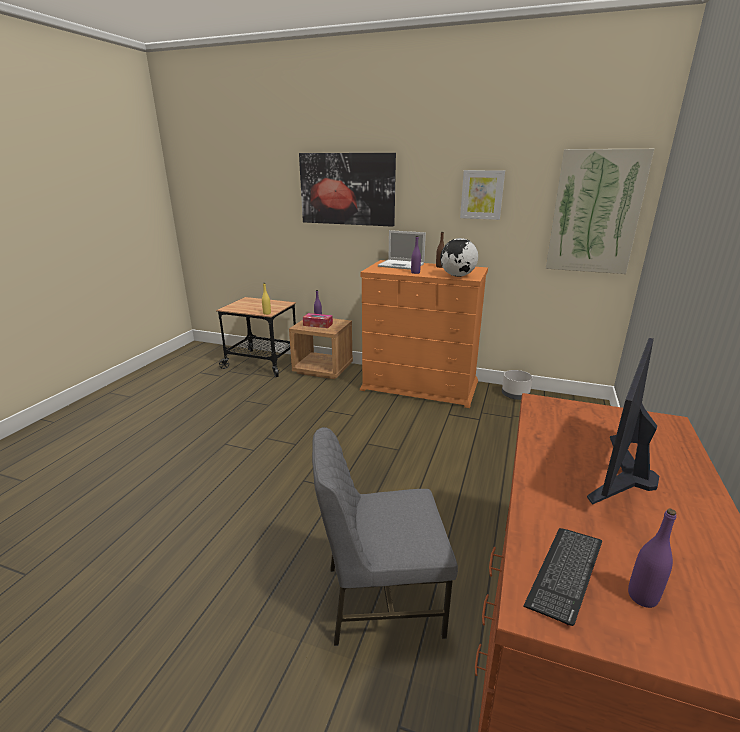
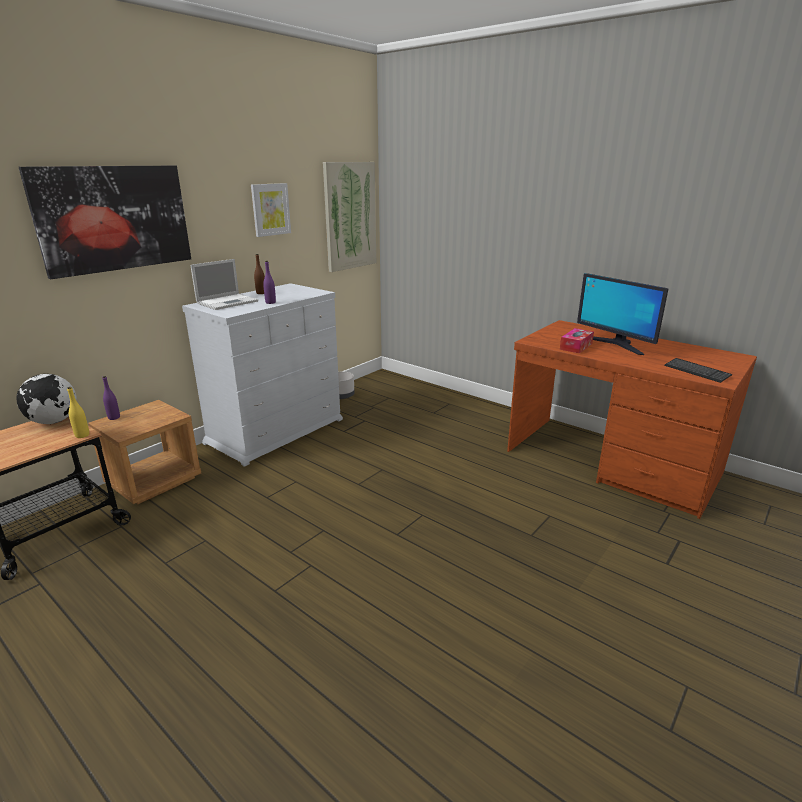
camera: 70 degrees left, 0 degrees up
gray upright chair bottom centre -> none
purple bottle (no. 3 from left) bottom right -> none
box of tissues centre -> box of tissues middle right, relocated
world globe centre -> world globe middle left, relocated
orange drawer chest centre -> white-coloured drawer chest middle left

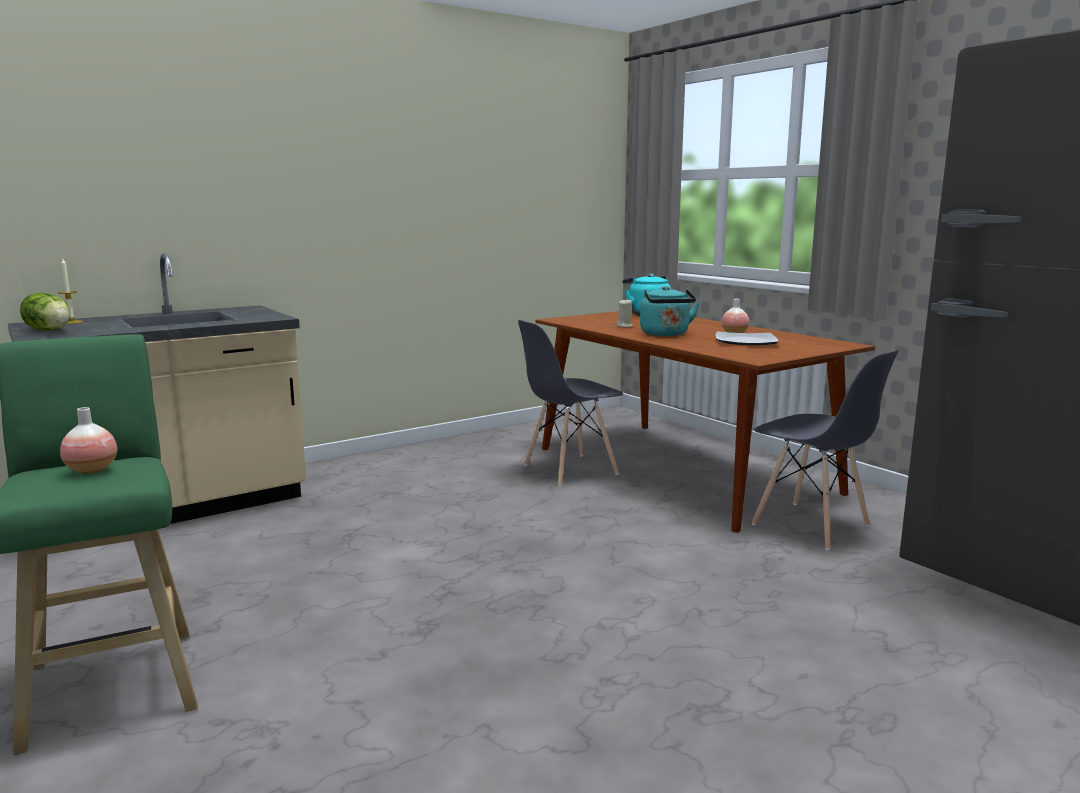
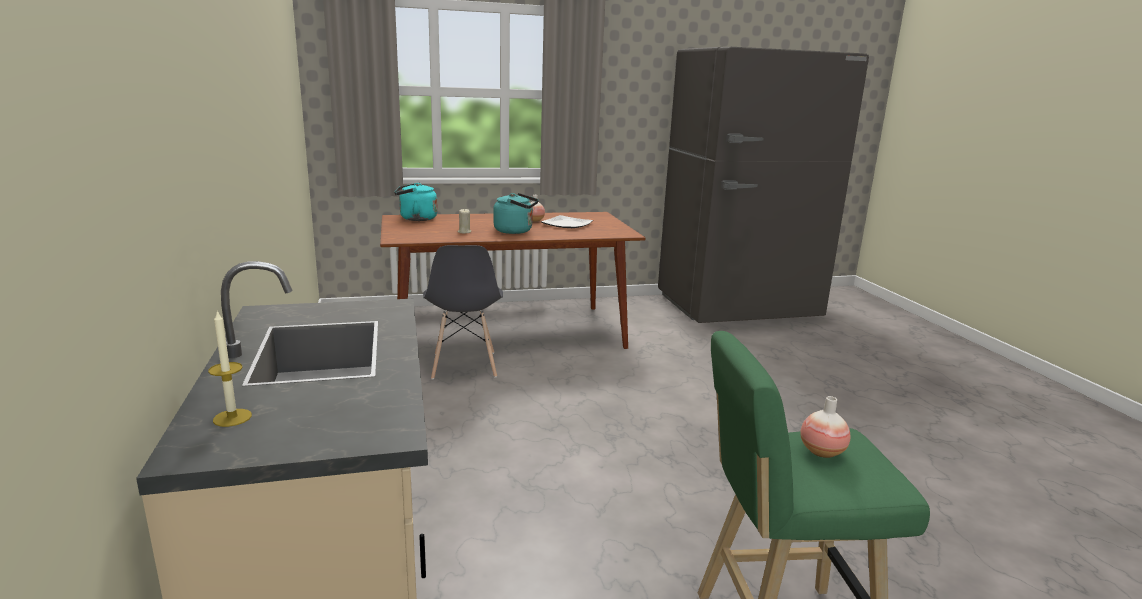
camera: 70 degrees left, 5 degrees up
head of lettuce middle left -> none
gray upright chair (no. 2 from left) middle right -> none

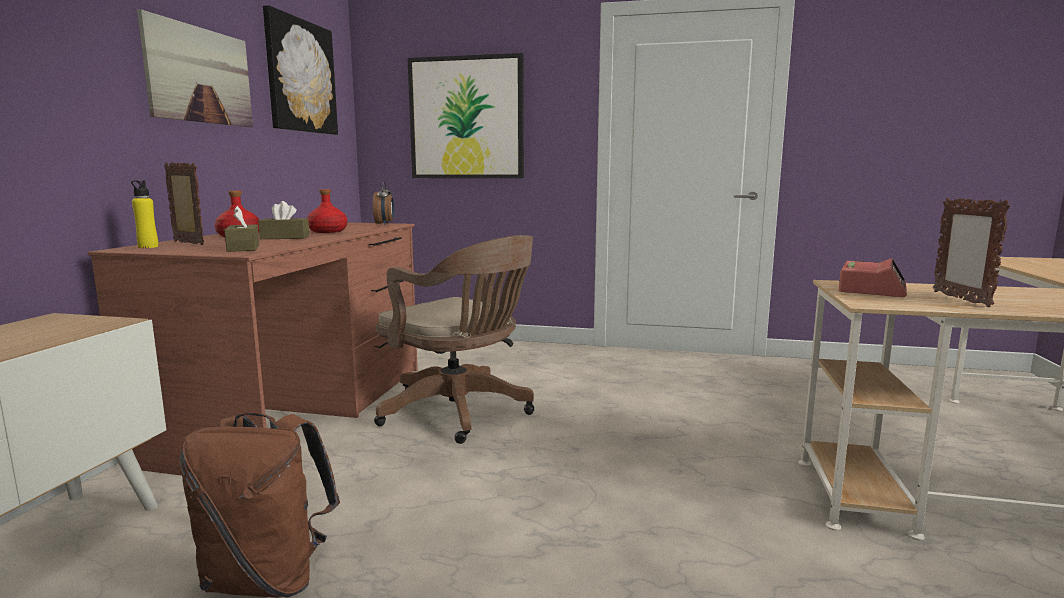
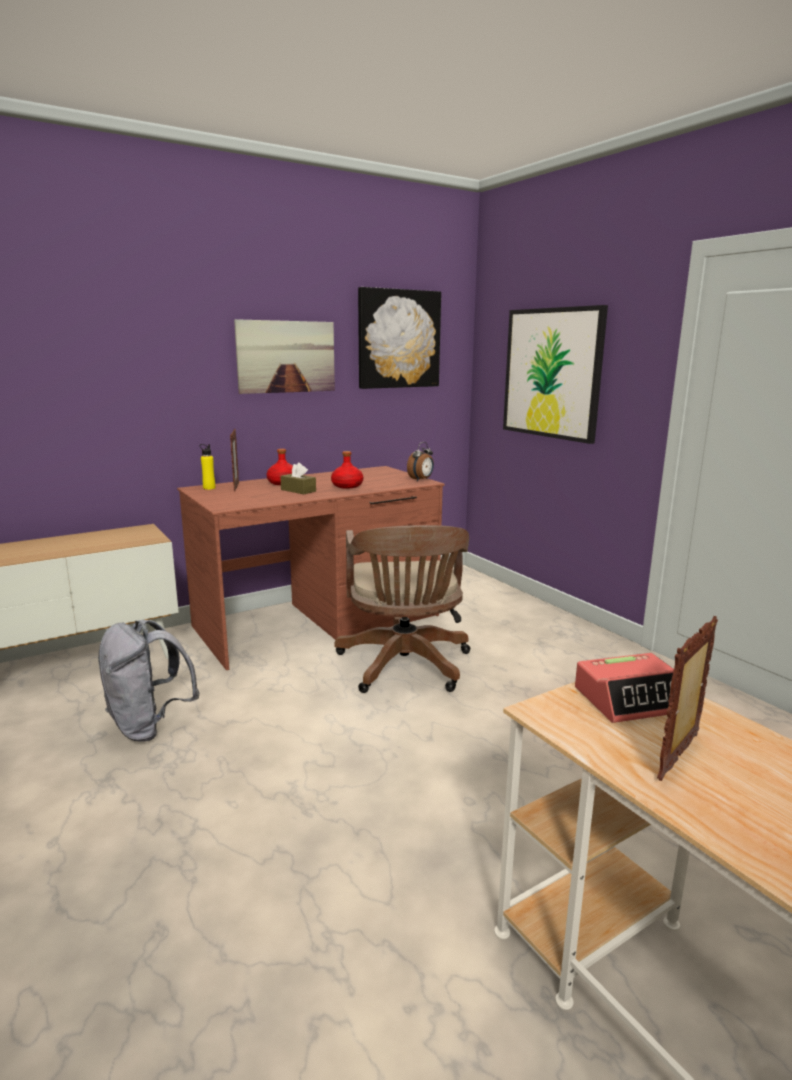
camera: 45 degrees right, 5 degrees up
brownish box of tissues (no. 1 from left) middle left -> none
brownish knapsack bottom left -> gray knapsack middle left

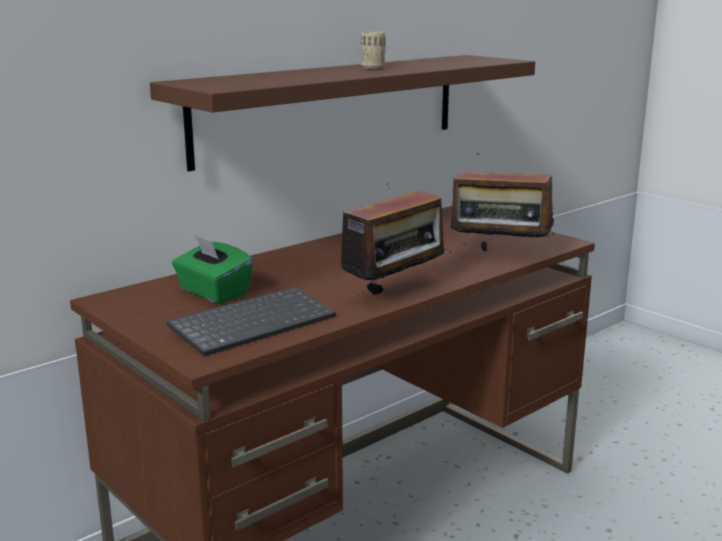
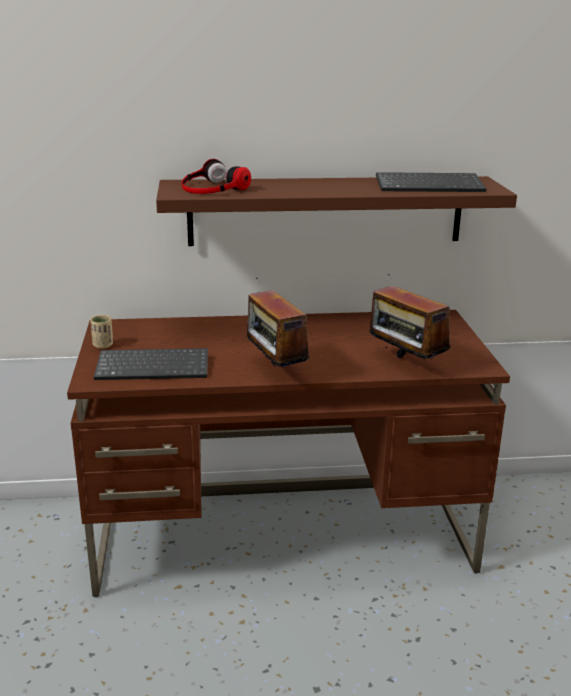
camera: 35 degrees right, 5 degrees up
green box of tissues middle left -> none
none -> pair of headphones top centre
none -> computer keyboard (no. 2 from left) top right
beige drinking cup top centre -> beige drinking cup middle left, relocated
radio receiver (no. 1 from left) centre, 75 degrees clockwise

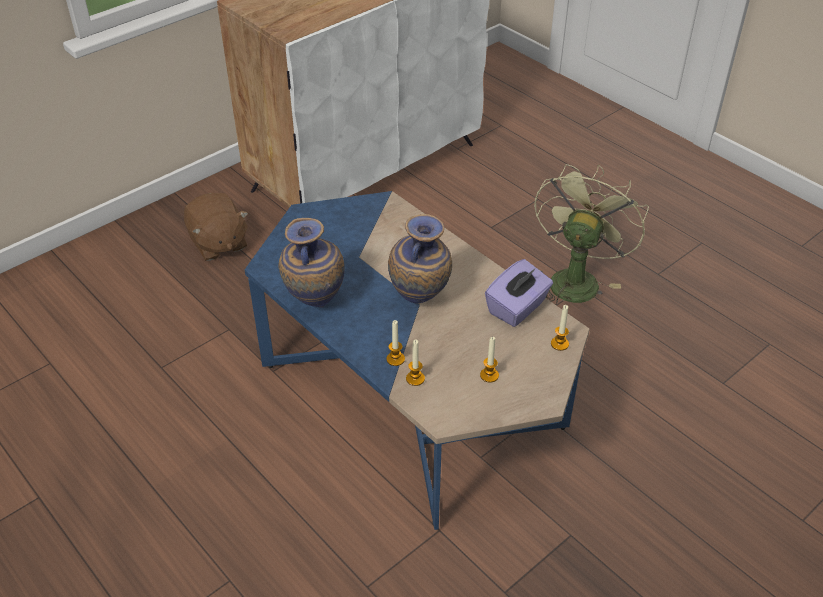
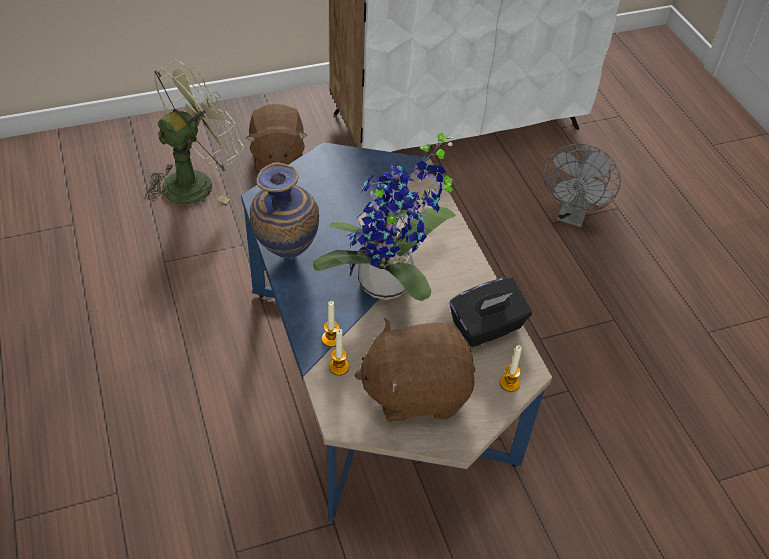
camera: 20 degrees right, 5 degrees up
none -> gray fan top right
green fan middle right -> green fan top left, relocated
vase (no. 2 from left) centre -> houseplant centre
wax light (no. 3 from left) centre -> brownish cuddly toy (no. 2 from left) centre
purple box of tissues centre -> black box of tissues centre

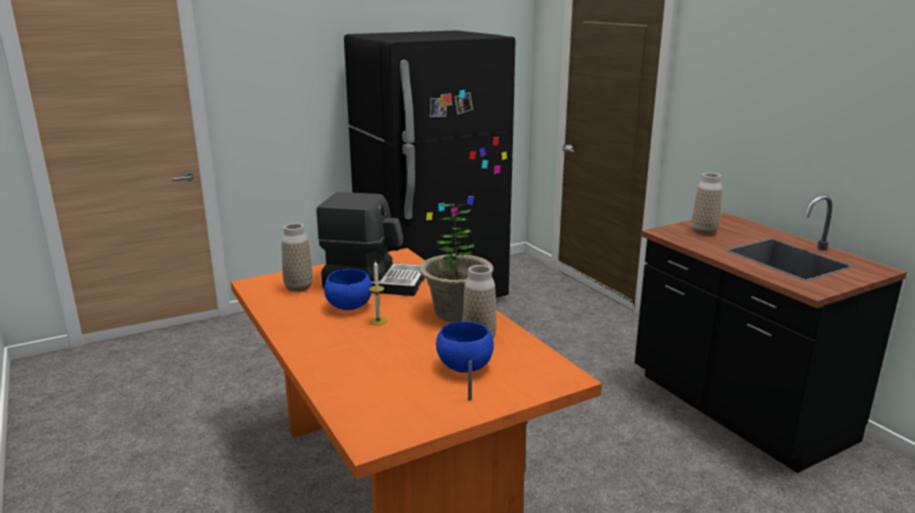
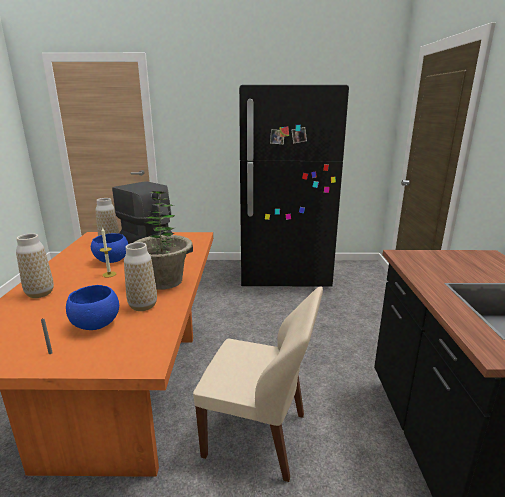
camera: 30 degrees right, 0 degrees up
none -> beige upright chair bottom centre
vase (no. 3 from left in the first image) middle right -> vase (no. 1 from left) middle left, relocated

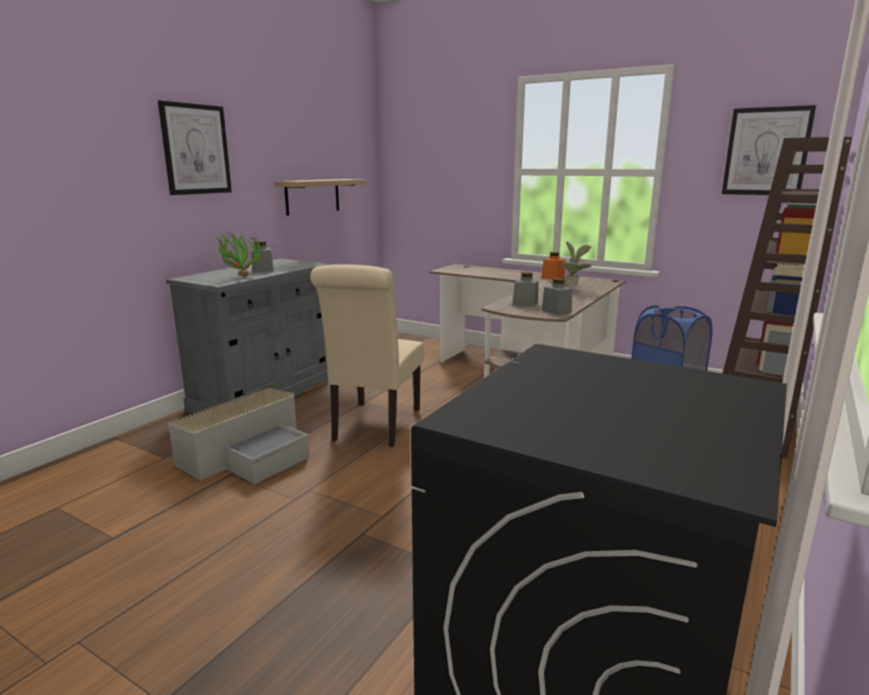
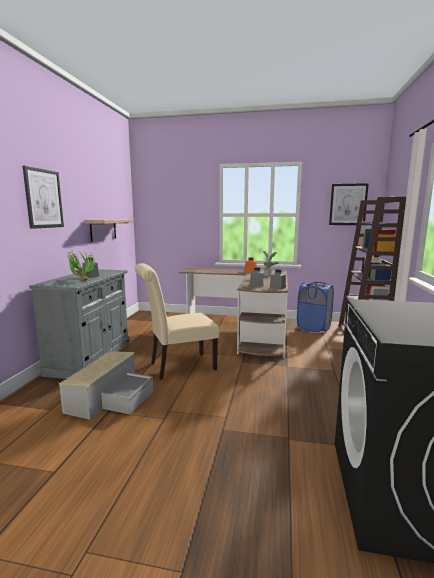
camera: 20 degrees left, 5 degrees down
beige upright chair centre, 75 degrees clockwise

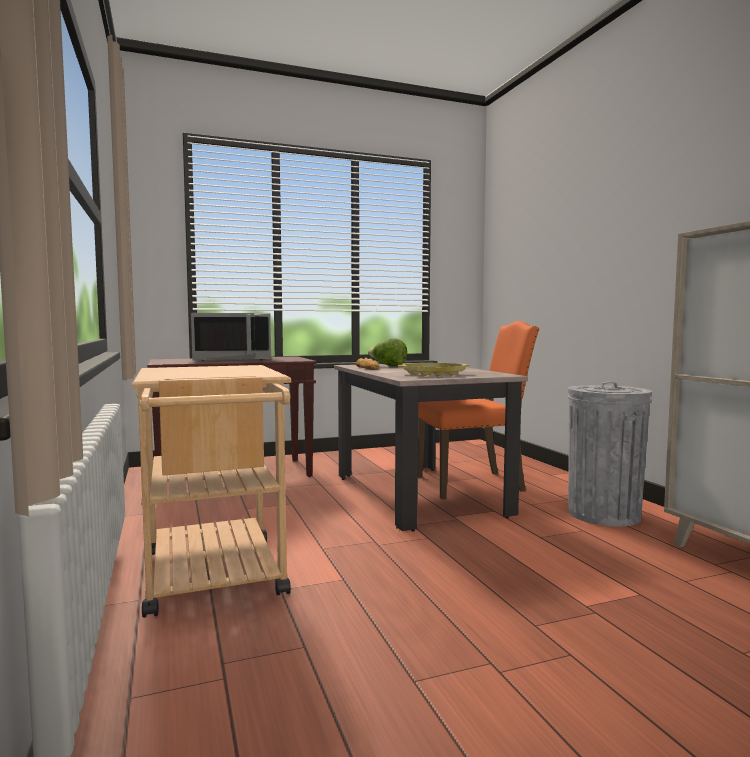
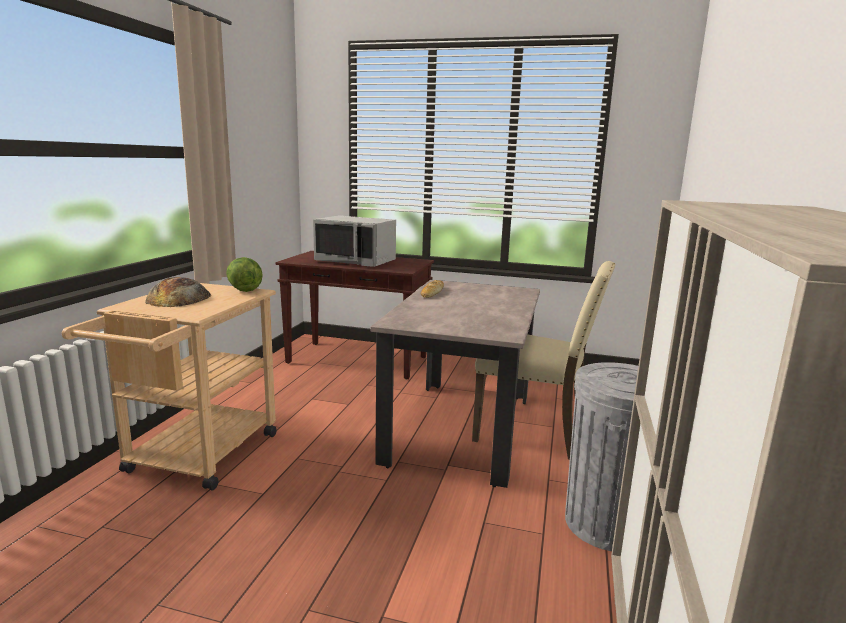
camera: 35 degrees right, 10 degrees up
yellowish carrying tray centre -> none
none -> bread (no. 1 from left) middle left
head of lettuce centre -> head of lettuce middle left, relocated
orange upright chair centre -> beige upright chair centre

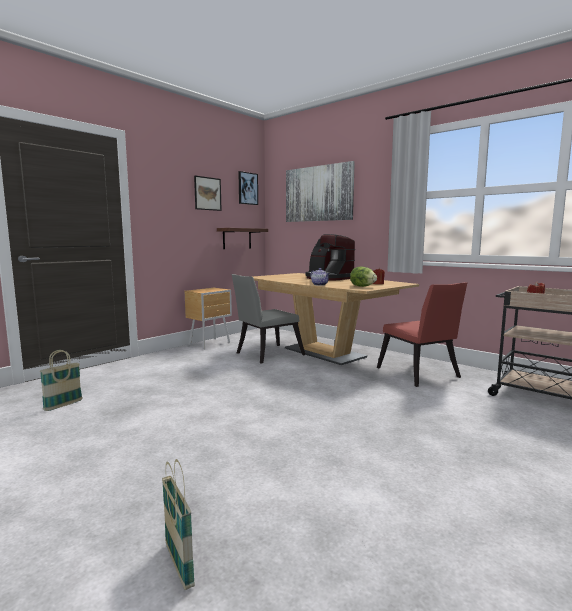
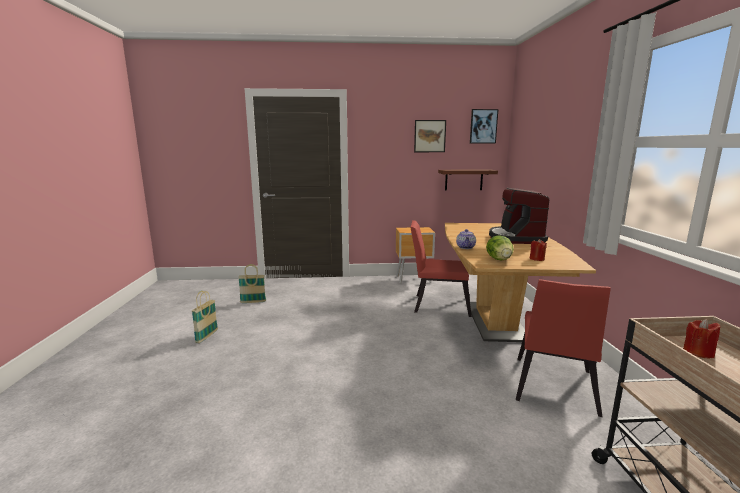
camera: 45 degrees right, 5 degrees up
picture (no. 3 from left) top centre -> none
household basket (no. 2 from left in the first image) bottom left -> household basket (no. 1 from left) middle left, relocated
gray upright chair centre -> reddish upright chair (no. 1 from left) centre

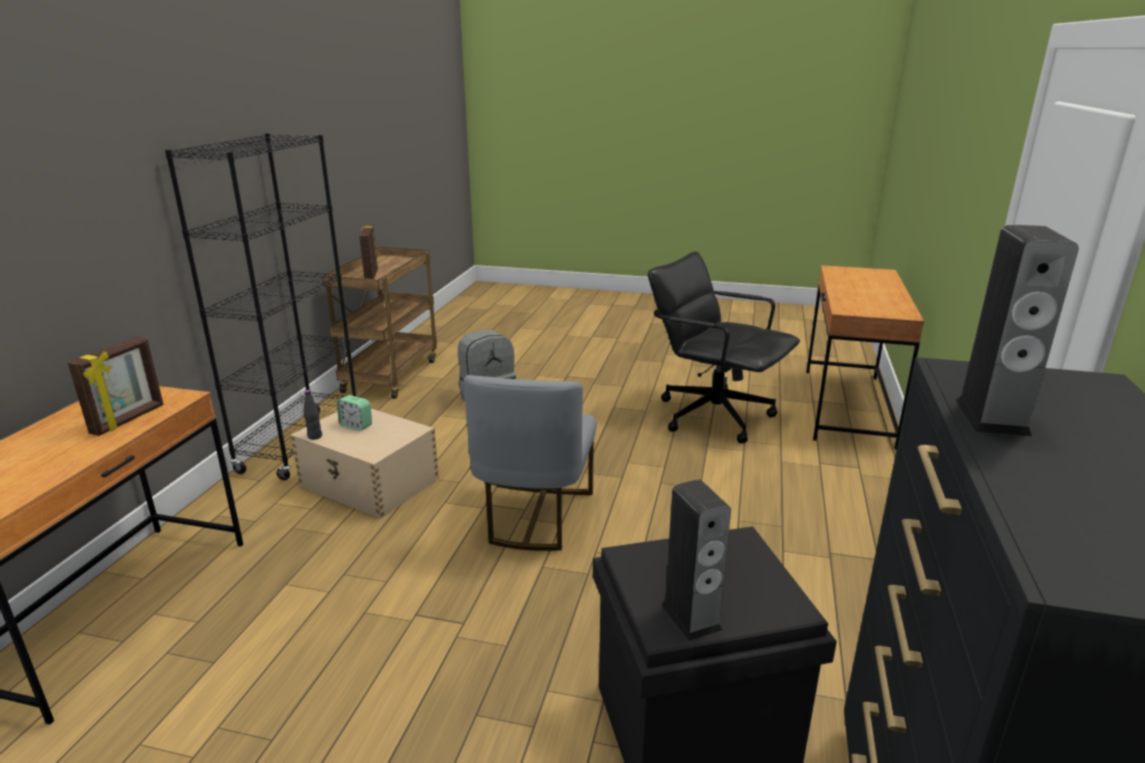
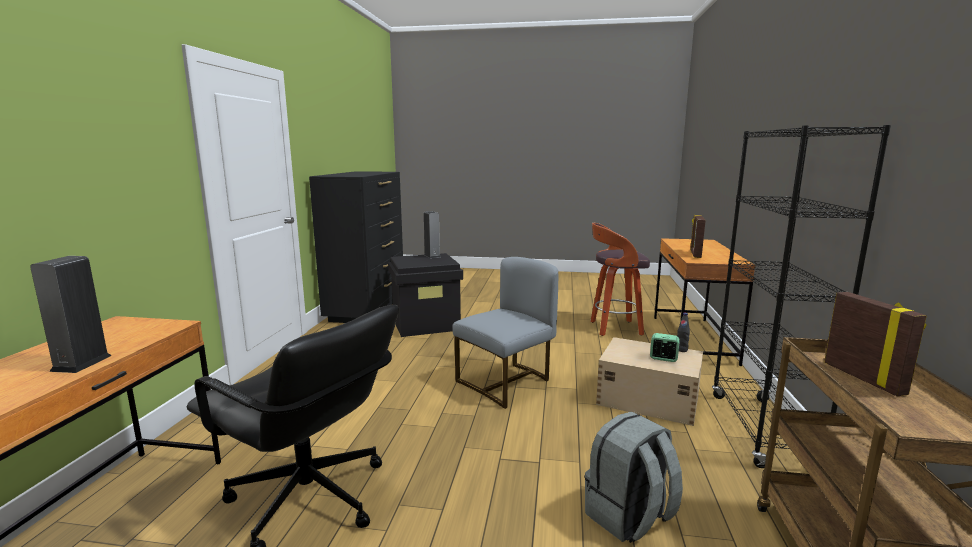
camera: 175 degrees right, 10 degrees down
none -> stool centre
loudspeaker (no. 2 from left in the first image) middle right -> loudspeaker (no. 1 from left) middle left, relocated
gray upright chair centre, 45 degrees clockwise

